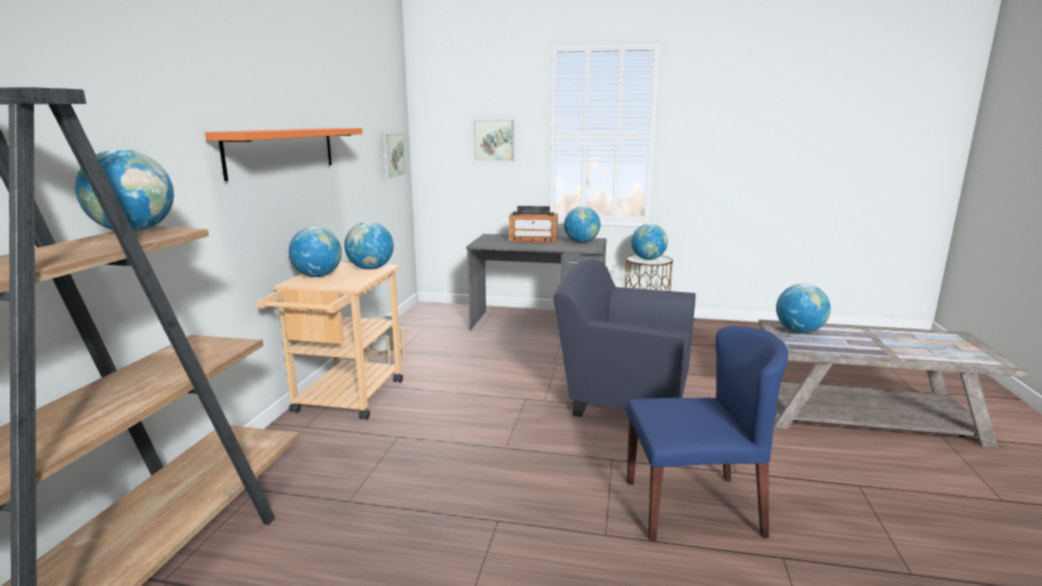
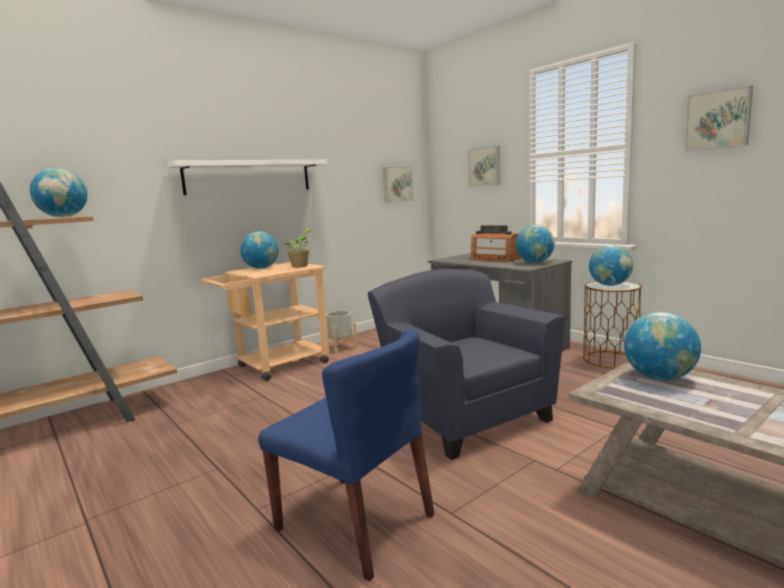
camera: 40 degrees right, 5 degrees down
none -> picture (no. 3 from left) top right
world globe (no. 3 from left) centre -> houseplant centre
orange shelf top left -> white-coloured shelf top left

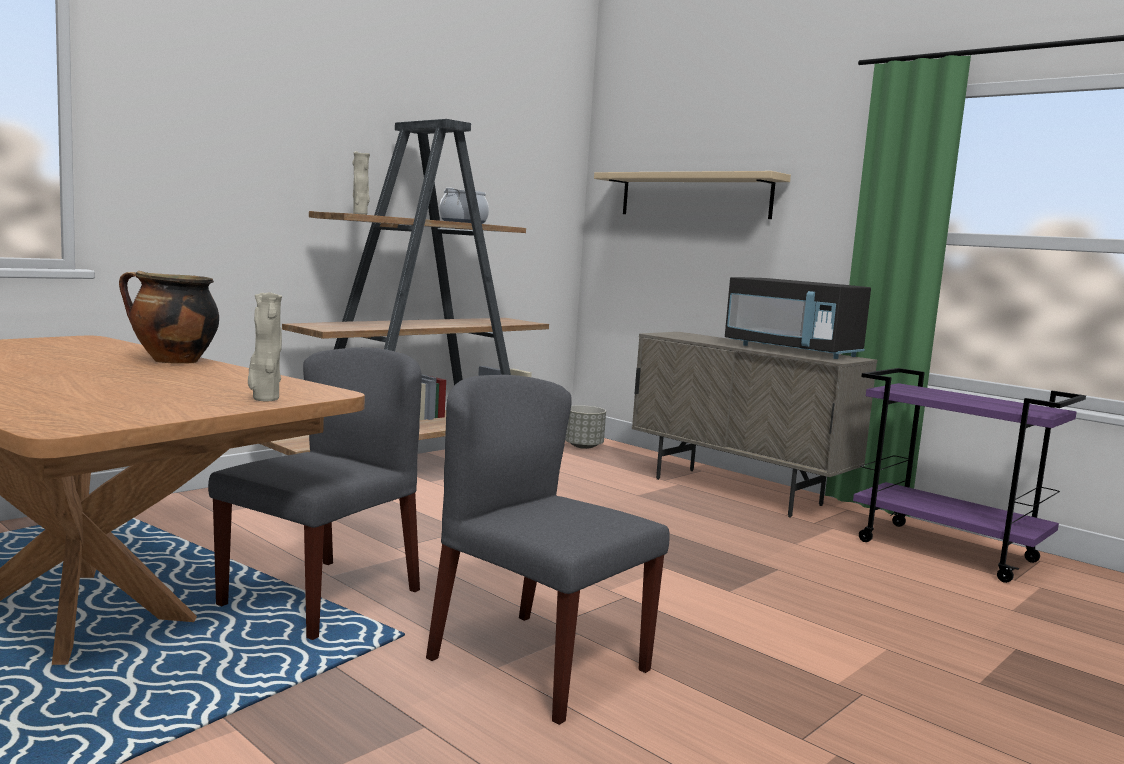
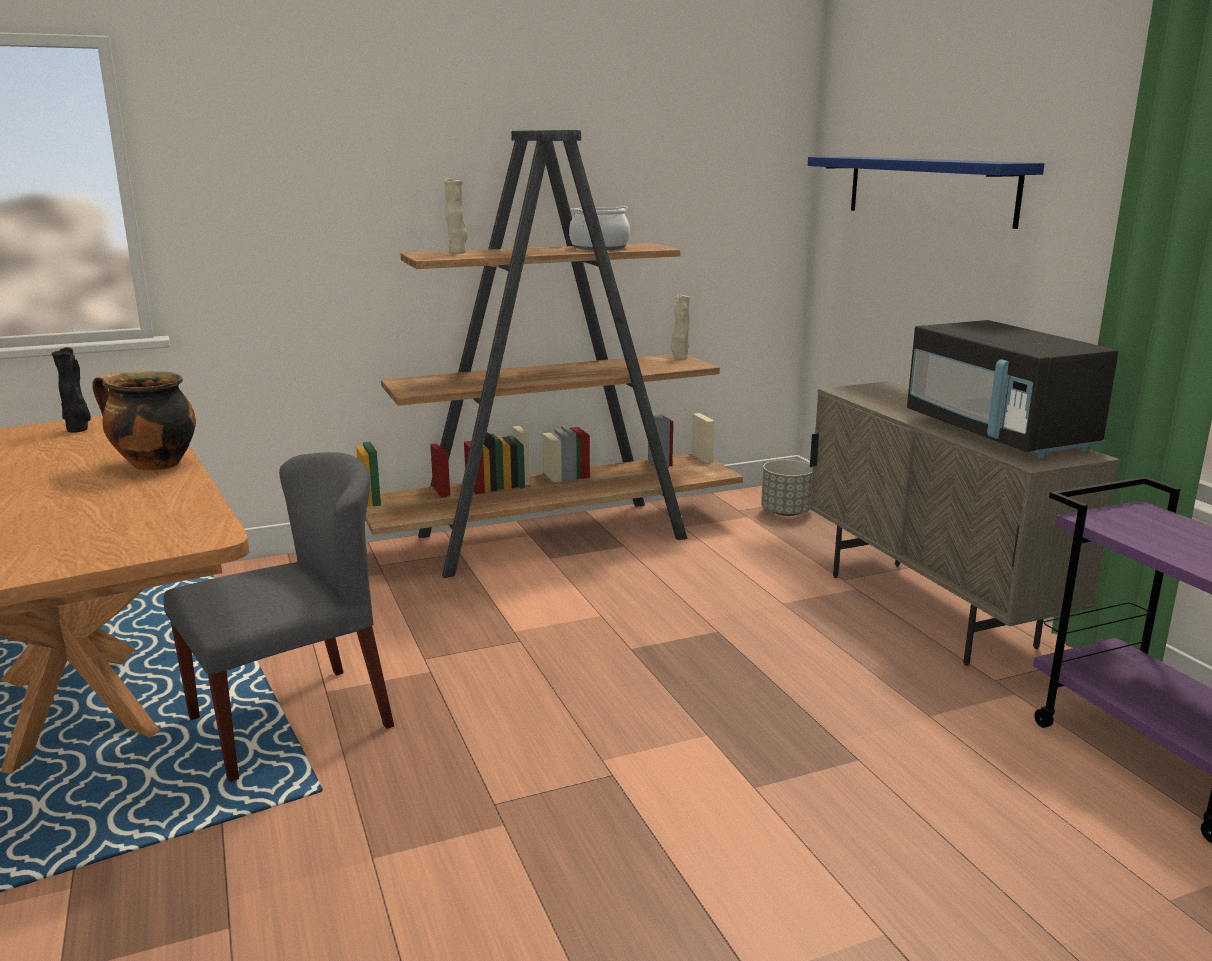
camera: 25 degrees right, 10 degrees up
gray upright chair (no. 2 from left) bottom centre -> none
none -> black vase middle left
beige vase (no. 1 from left in the first image) middle left -> beige vase (no. 2 from left) centre, relocated
beige shelf top centre -> blue-coloured shelf top right

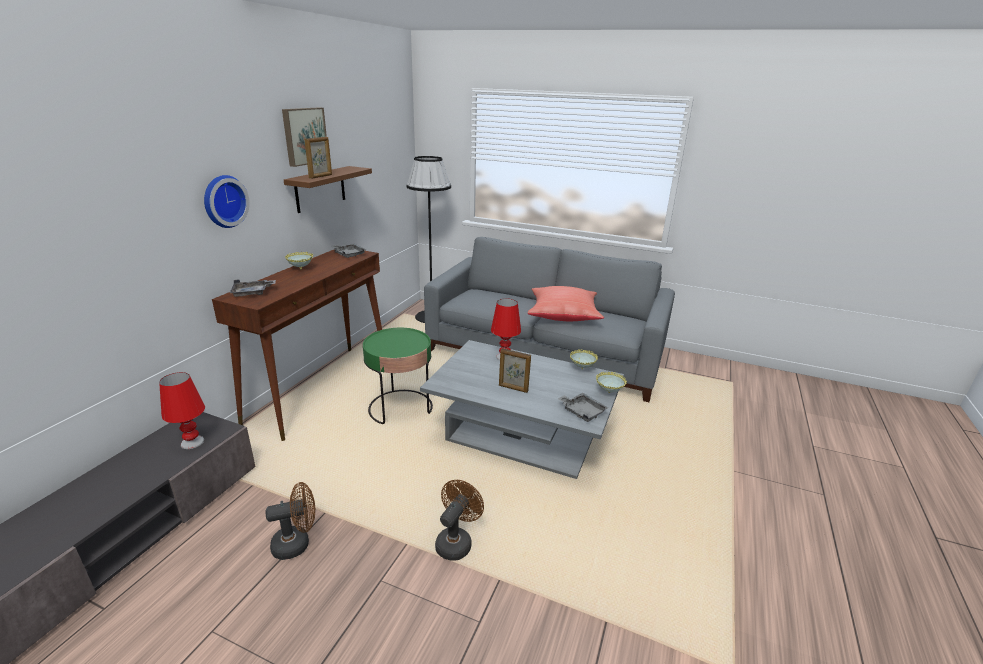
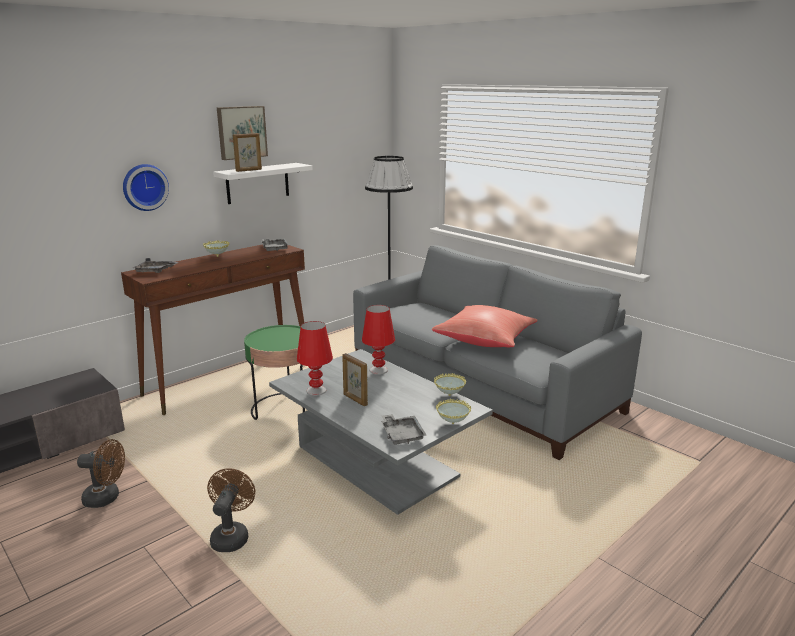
camera: 25 degrees right, 5 degrees down
reddish tabletop lamp (no. 1 from left) middle left -> reddish tabletop lamp (no. 1 from left) centre, relocated
brownish shelf top centre -> white-coloured shelf top left
brownish fan (no. 2 from left) bottom centre -> brownish fan (no. 2 from left) bottom left, 45 degrees counterclockwise

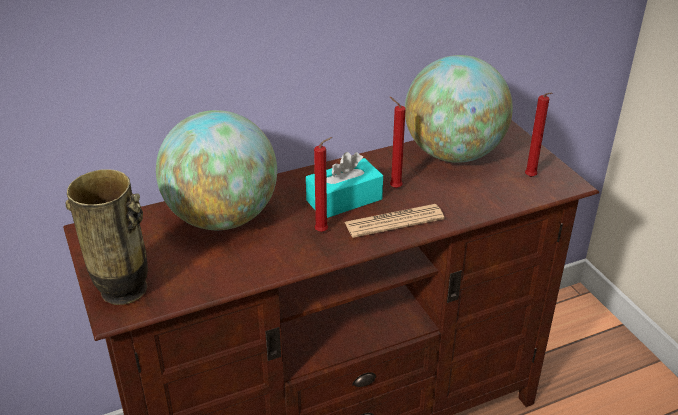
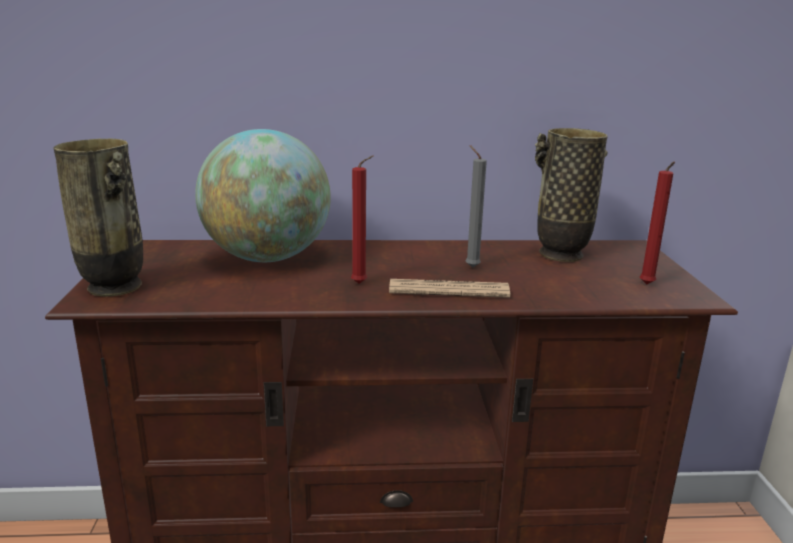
camera: 20 degrees right, 15 degrees down
turquoise box of tissues centre -> none
world globe (no. 2 from left) top right -> vase (no. 2 from left) middle right
reddish wax light (no. 2 from left) centre -> gray wax light centre

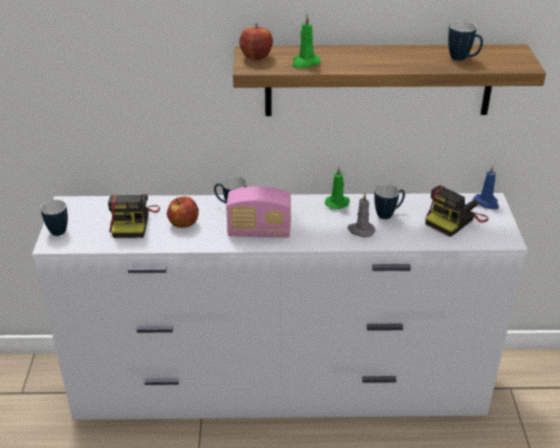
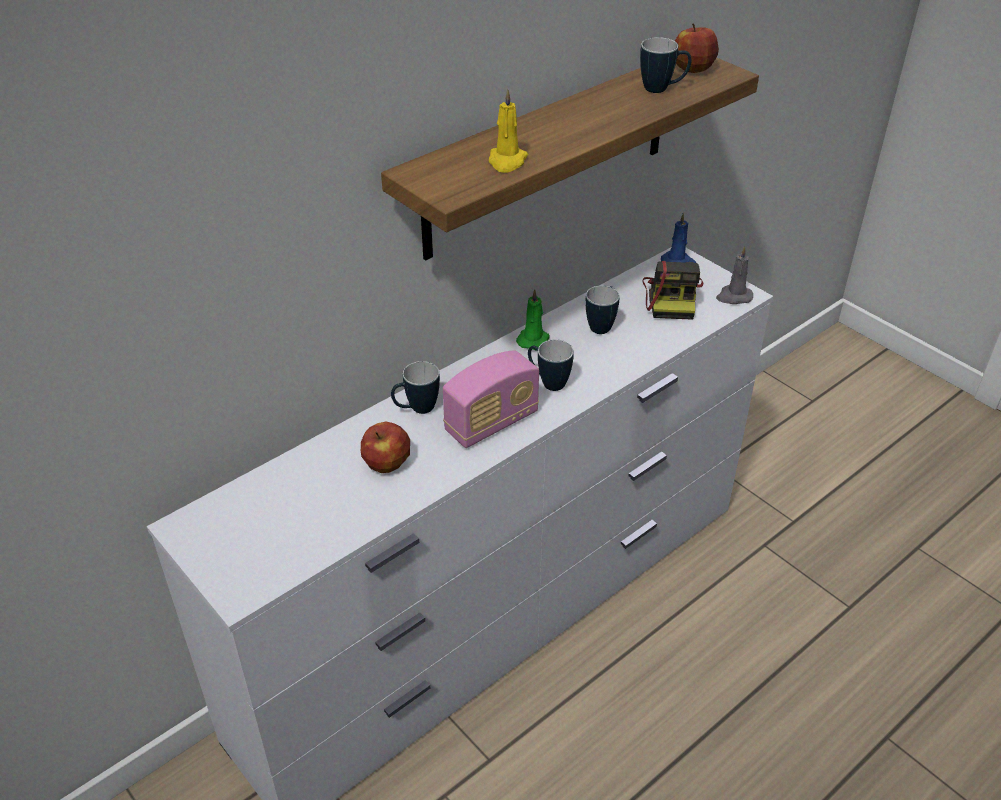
camera: 40 degrees left, 5 degrees up
still camera (no. 1 from left) middle left -> none
tea mug (no. 1 from left in the first image) middle left -> tea mug (no. 2 from left) centre, relocated
whole apple (no. 2 from left) top centre -> whole apple (no. 2 from left) top right, relocated
gray wax light centre -> gray wax light middle right, relocated
green wax light (no. 1 from left) top centre -> yellowish wax light top centre

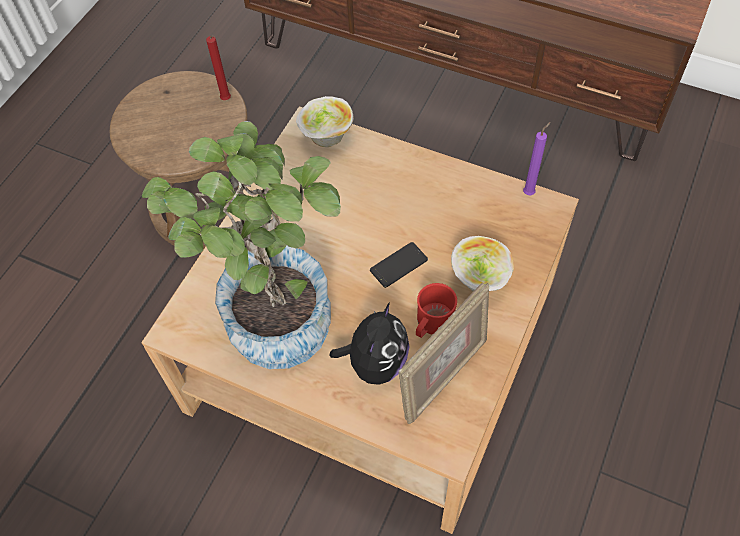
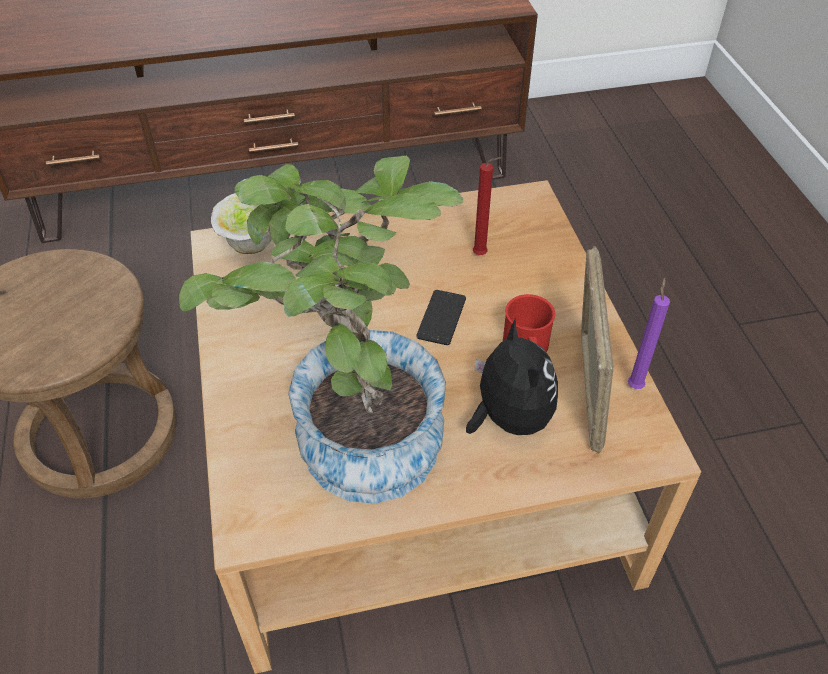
camera: 40 degrees left, 10 degrees down
serving bowl (no. 2 from left) centre -> none
reddish wax light top left -> reddish wax light top centre, relocated
purple wax light top right -> purple wax light middle right, relocated

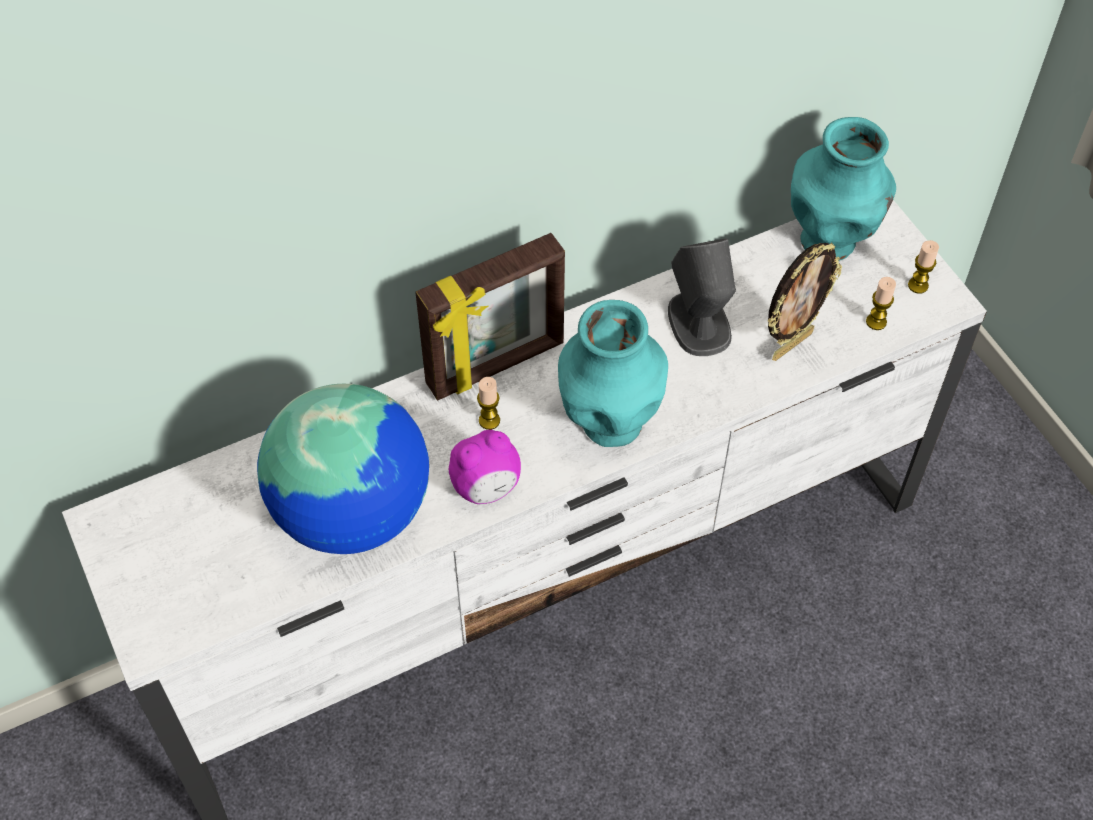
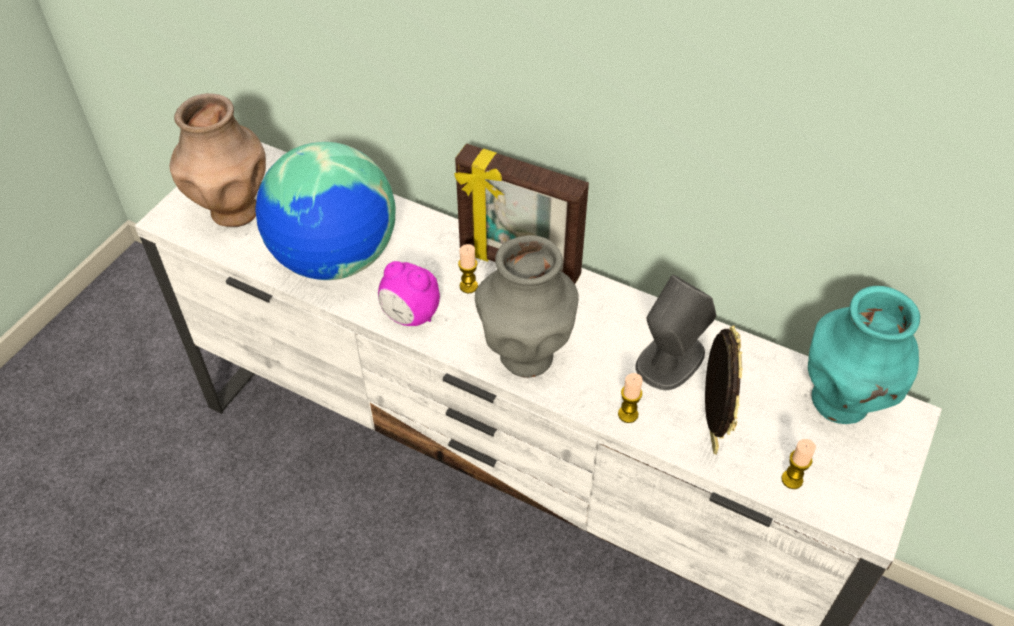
camera: 55 degrees right, 5 degrees down
none -> brownish vase top left
wax light (no. 3 from left in the first image) top right -> wax light (no. 2 from left) centre, relocated
turquoise vase (no. 1 from left) centre -> gray vase centre
picture frame (no. 2 from left) middle right, 105 degrees counterclockwise

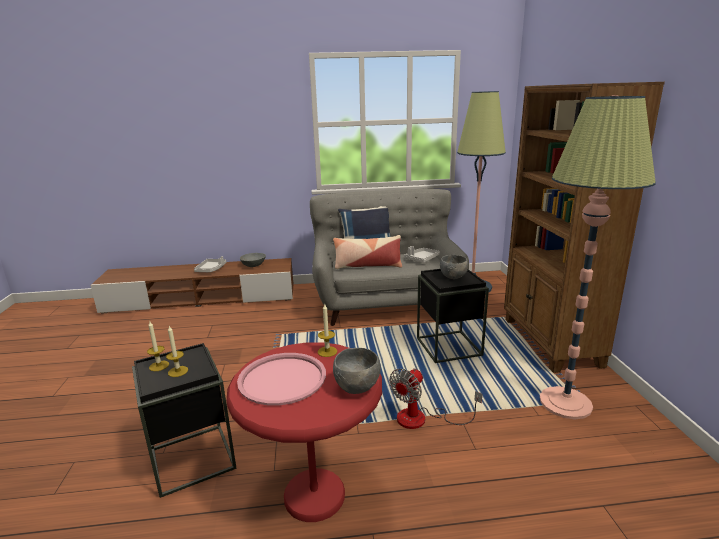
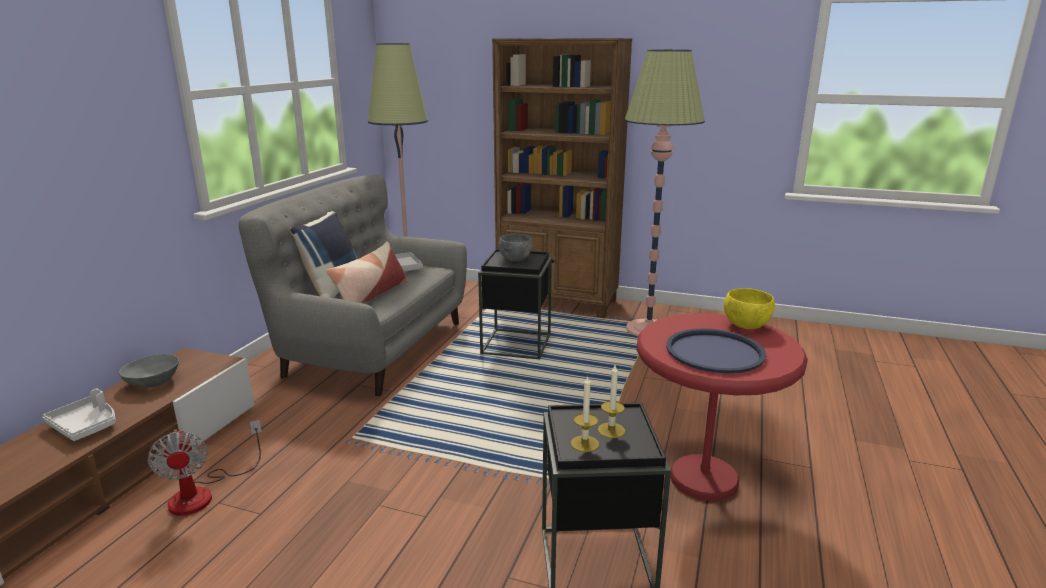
camera: 65 degrees left, 0 degrees up
wax light (no. 3 from left) centre -> none
fan bottom centre -> fan bottom left, relocated
pink-coloured carrying tray bottom centre -> blue-coloured carrying tray middle right
gray serving bowl (no. 2 from left) bottom centre -> yellowish serving bowl middle right

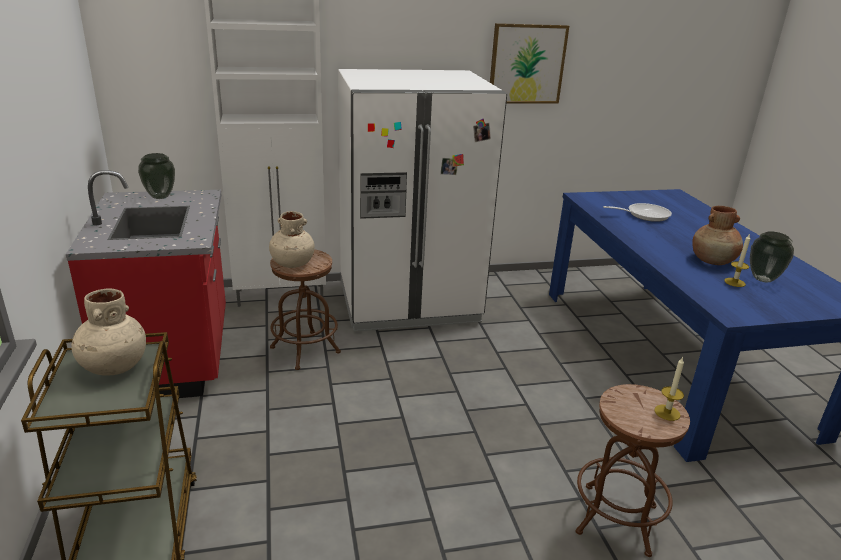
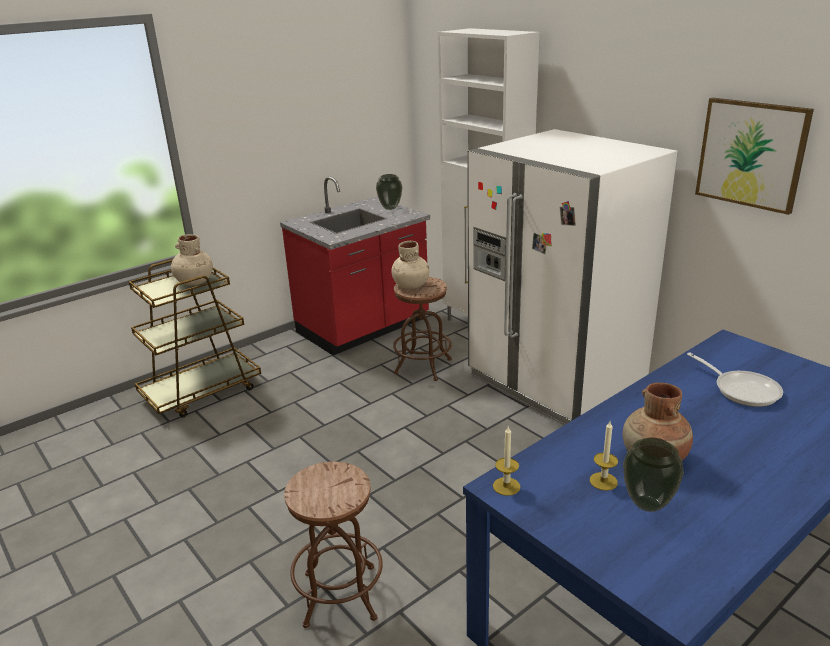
camera: 65 degrees right, 0 degrees up
wax light (no. 1 from left) bottom right -> wax light (no. 1 from left) bottom centre, relocated

